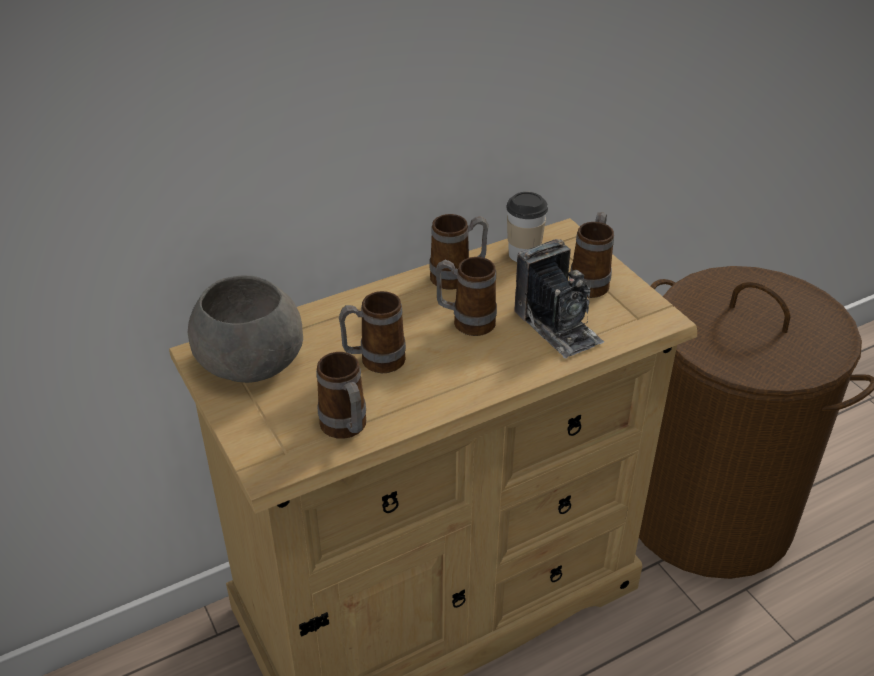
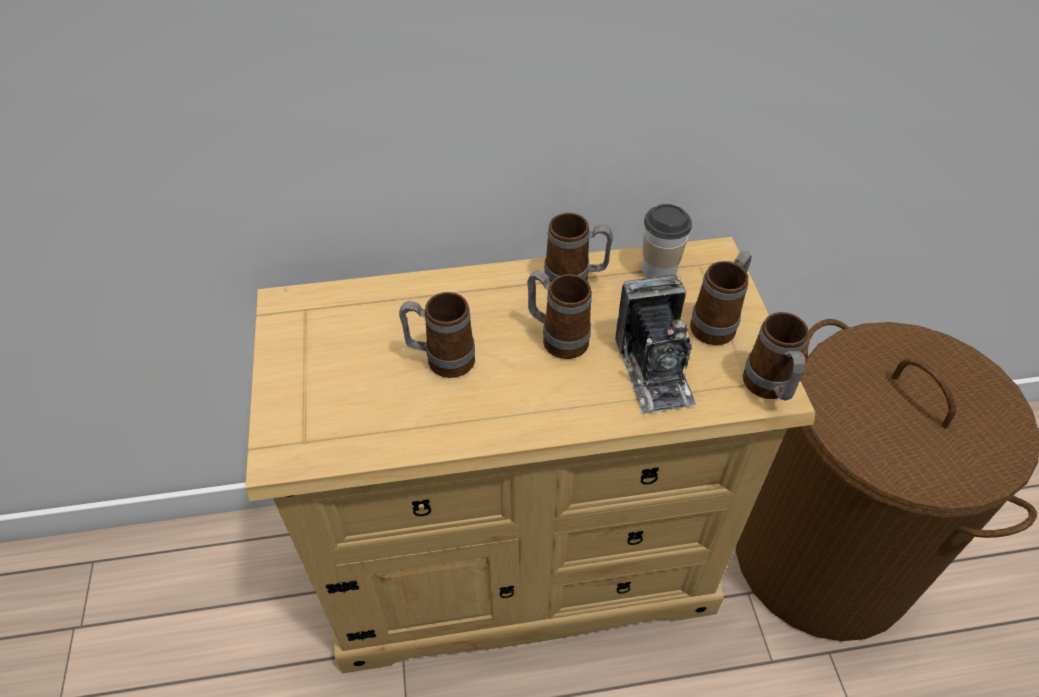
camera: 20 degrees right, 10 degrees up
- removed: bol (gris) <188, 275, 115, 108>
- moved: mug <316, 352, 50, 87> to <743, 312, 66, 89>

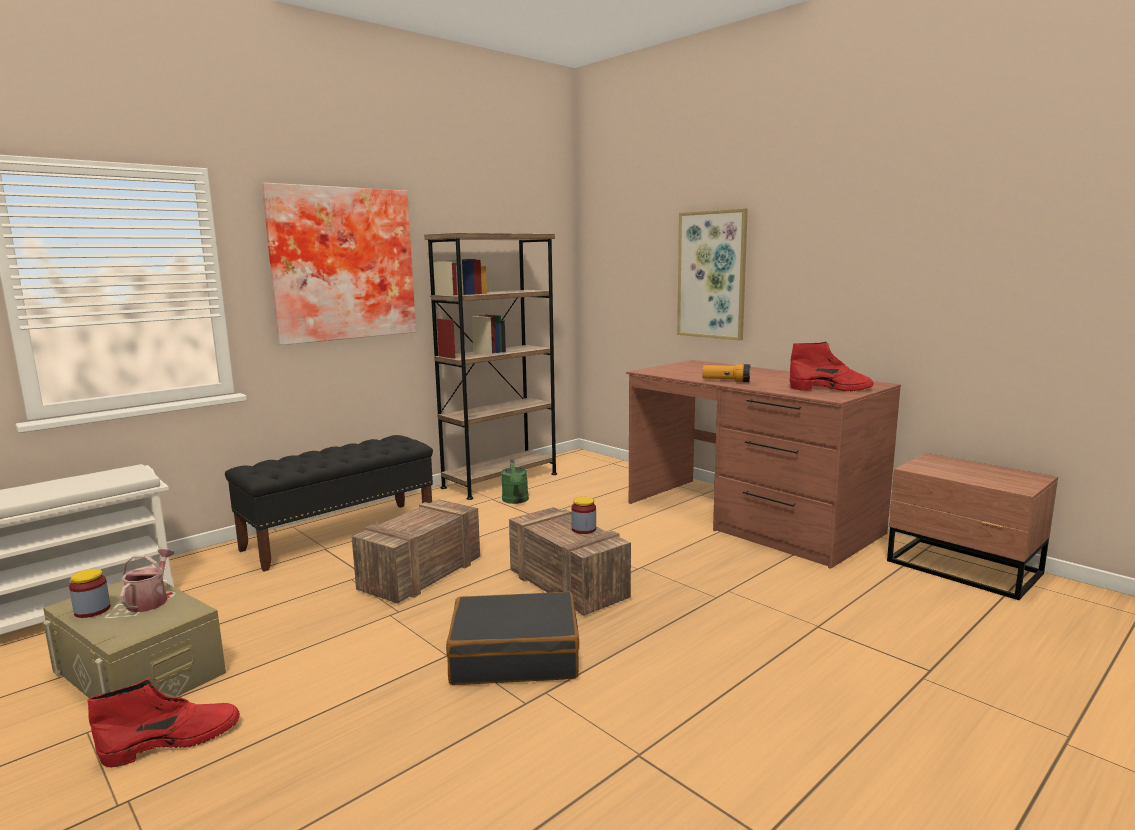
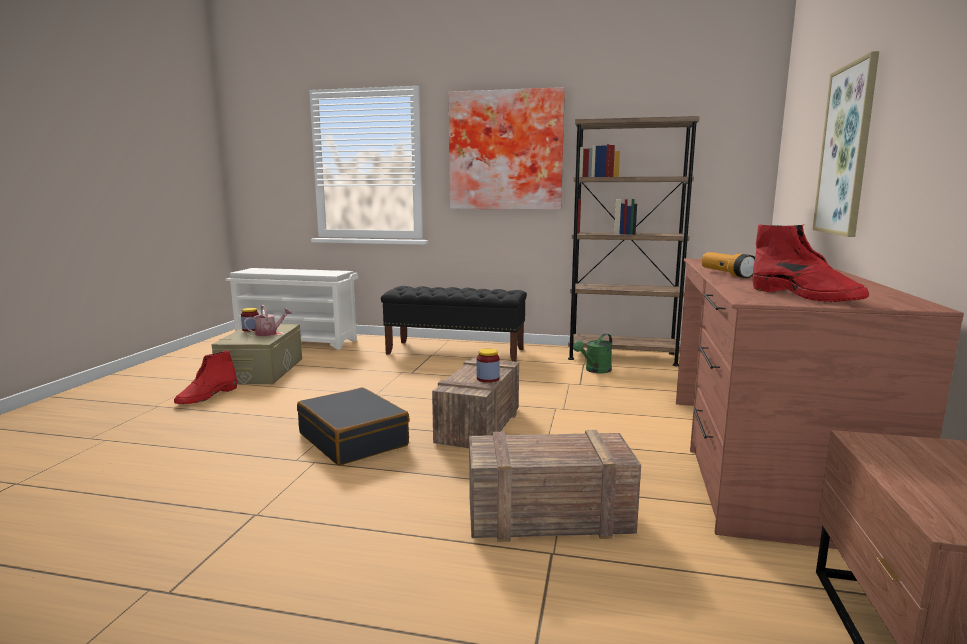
camera: 55 degrees right, 0 degrees up
- moved: caisse <352, 499, 128, 105> to <469, 430, 172, 112>
- turned: botte (rouge) <87, 678, 153, 89> = <174, 350, 63, 54> 90 degrees clockwise

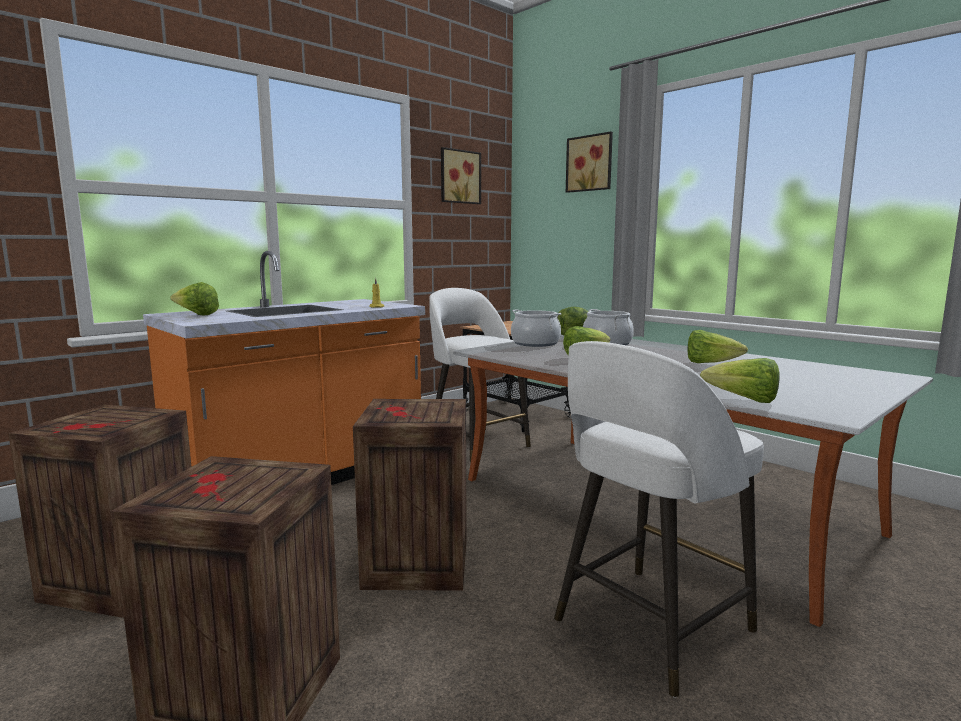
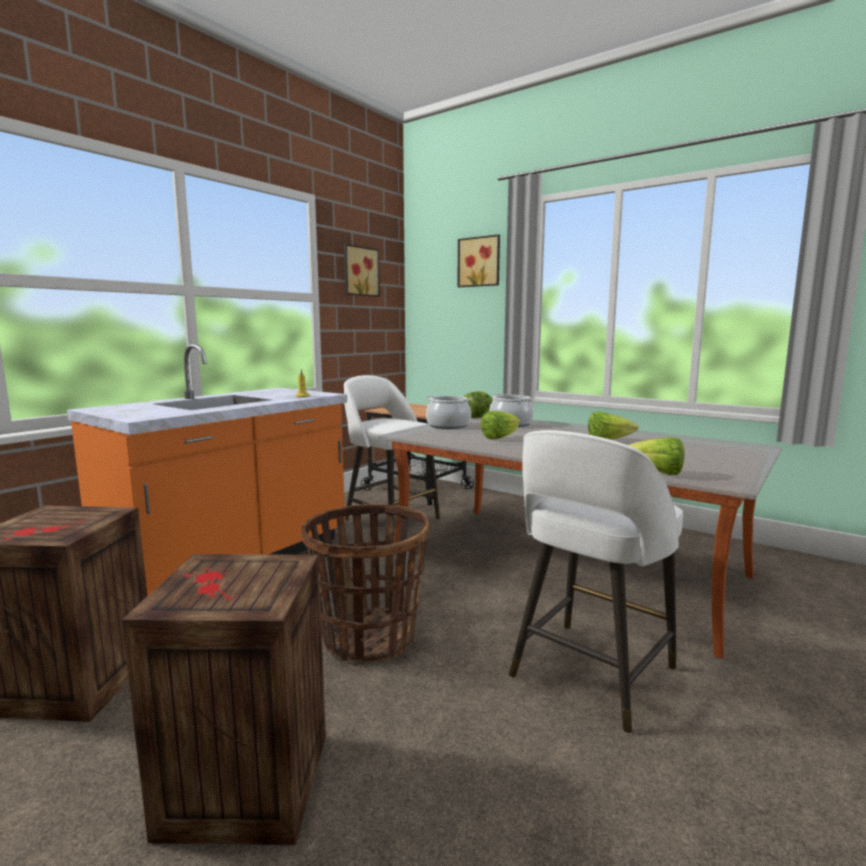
camera: 10 degrees left, 0 degrees up
- removed: laitue <170, 282, 49, 34>
- replaced: caisse <353, 399, 114, 192> to panier <302, 504, 127, 159>

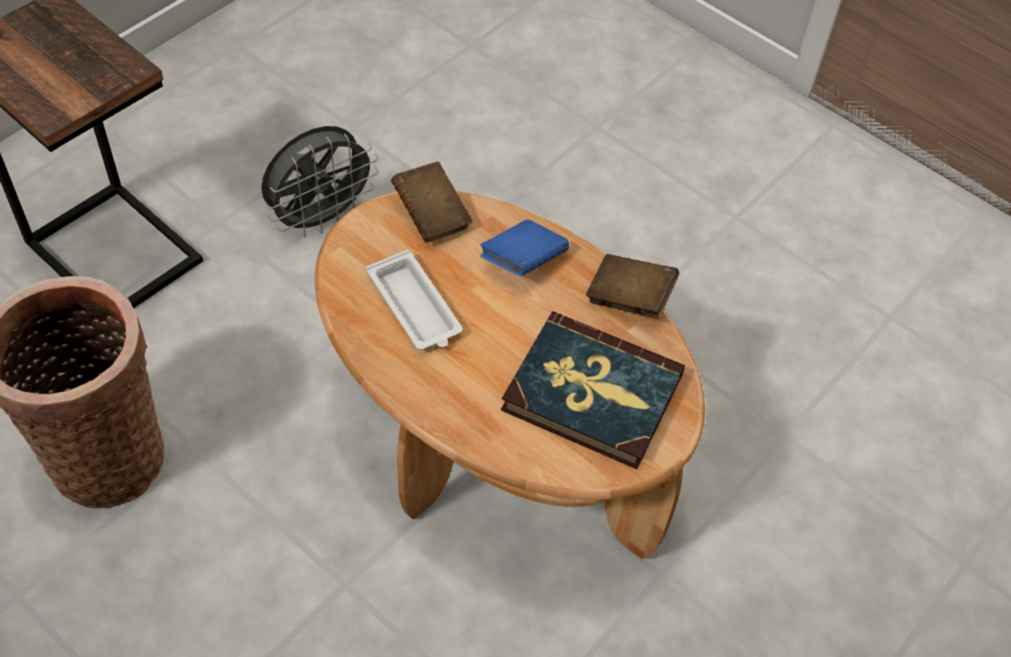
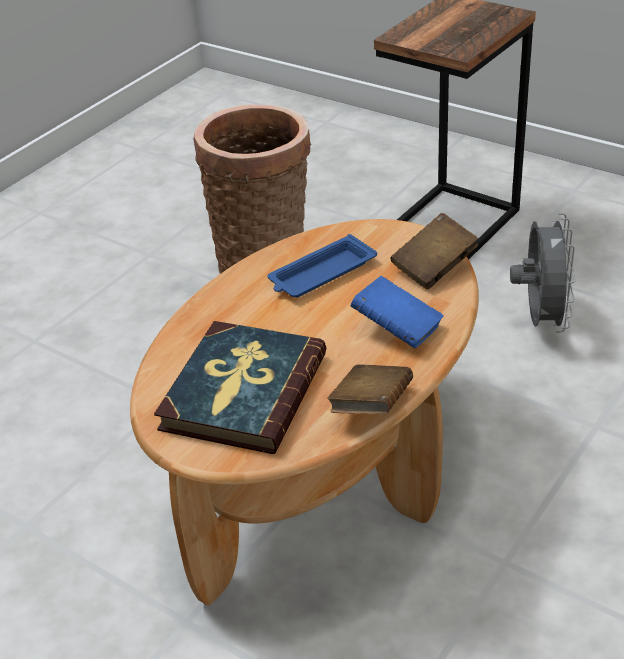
camera: 90 degrees right, 15 degrees down
- recoloured: plateau (blanc) <366, 250, 97, 100> to plateau (bleu) <267, 234, 110, 63>
- turned: ventilateur (gris) <261, 126, 118, 111> = <510, 213, 66, 120> 135 degrees counterclockwise

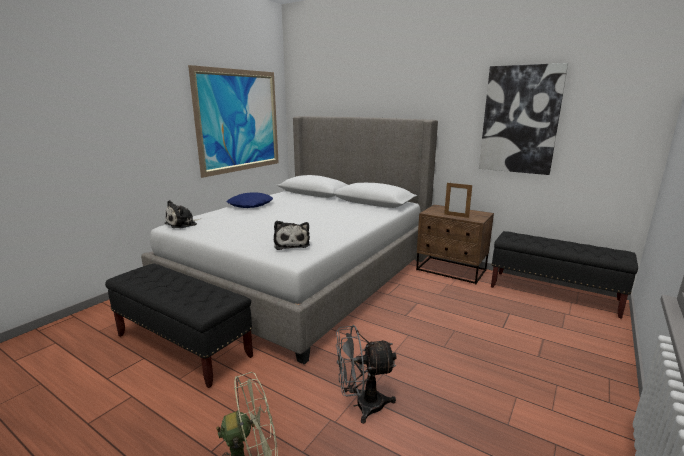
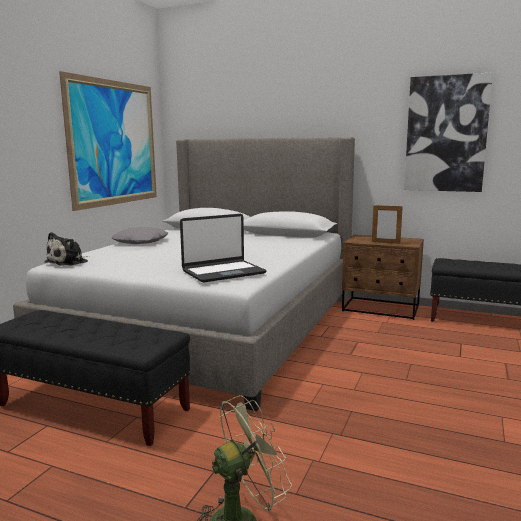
camera: 10 degrees left, 5 degrees down
- removed: ventilateur (gris) <336, 325, 61, 99>
- replaced: peluche <274, 221, 36, 29> to ordinateur portable <180, 214, 86, 69>
- recoloured: coussin (bleu) <227, 192, 46, 16> to coussin (gris) <111, 227, 57, 17>

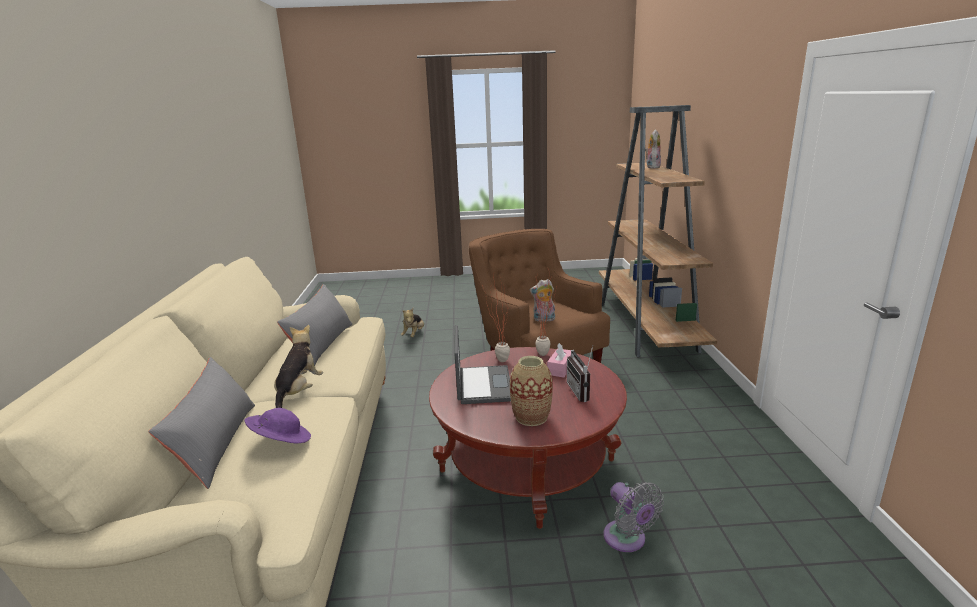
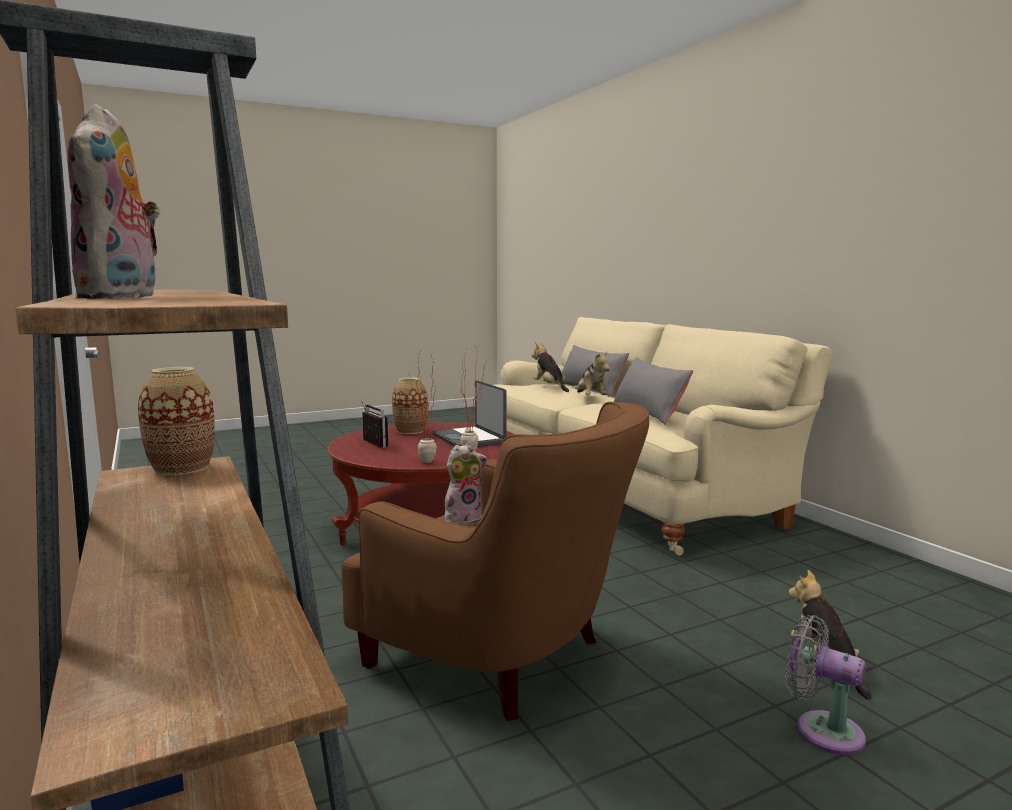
camera: 155 degrees right, 10 degrees down
- removed: boîte à mouchoirs (rose) <547, 343, 24, 35>
- added: vase <138, 367, 77, 108>
- moved: ventilateur (gris) <603, 482, 61, 70> to <785, 615, 81, 140>
- replaced: chapeau (violet) <245, 408, 66, 35> to peluche <531, 342, 38, 50>

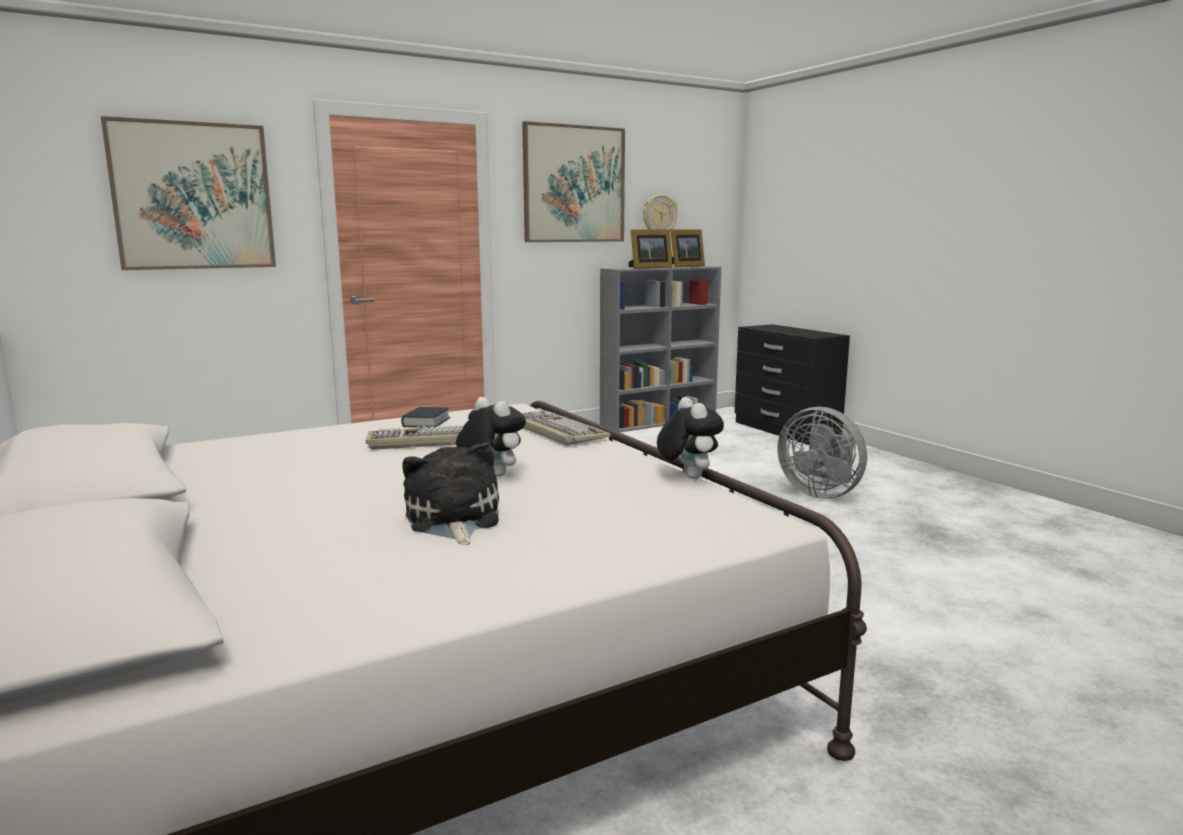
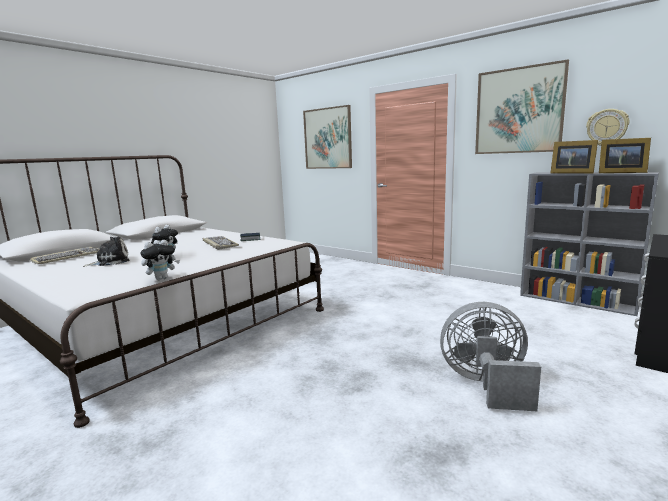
camera: 70 degrees right, 0 degrees up
- moved: clavier <522, 411, 89, 35> to <30, 247, 69, 17>
- turned: ventilateur (gris) <777, 407, 90, 92> = <440, 302, 101, 109> 75 degrees clockwise

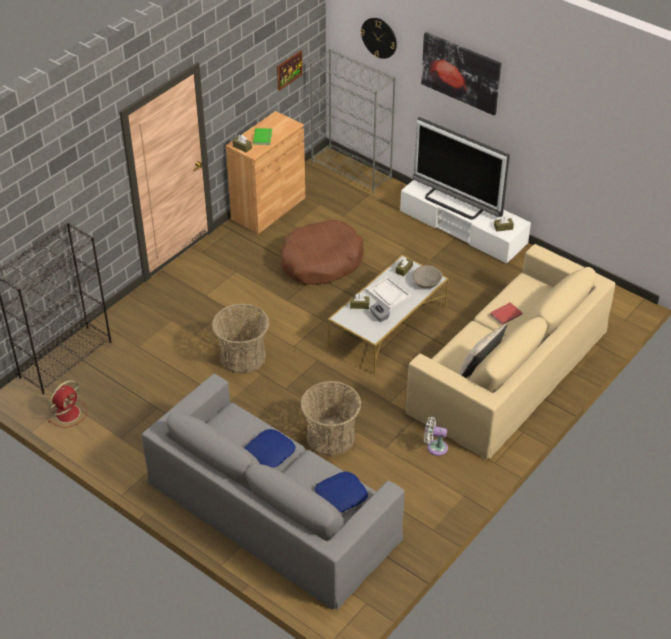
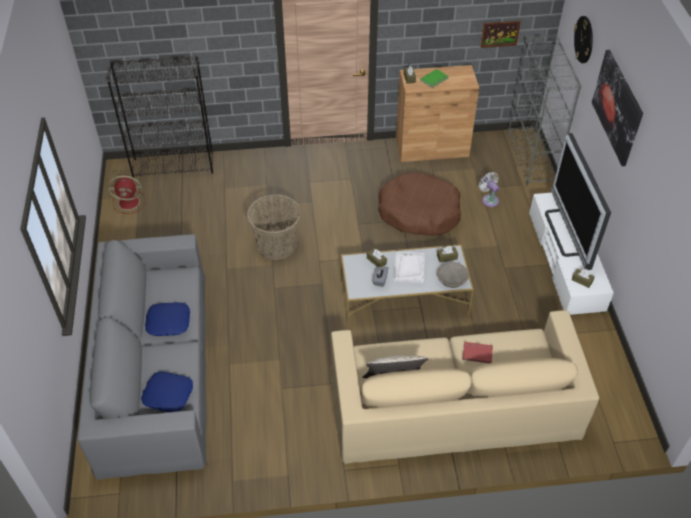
camera: 45 degrees right, 5 degrees up
- removed: panier <300, 381, 62, 75>
- moved: ventilateur (blanc) <424, 417, 24, 39> to <478, 172, 22, 35>

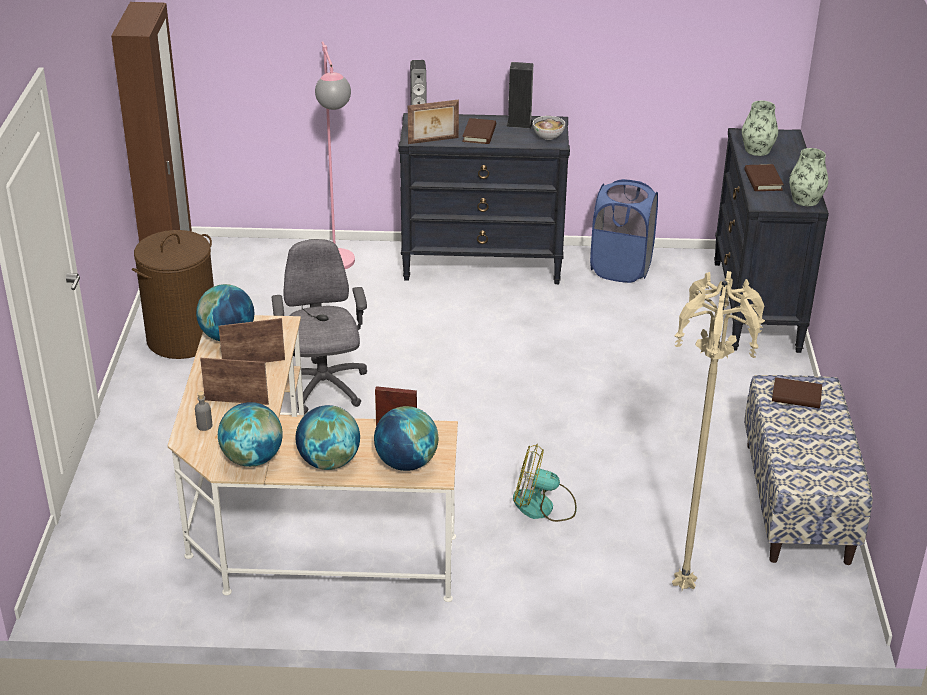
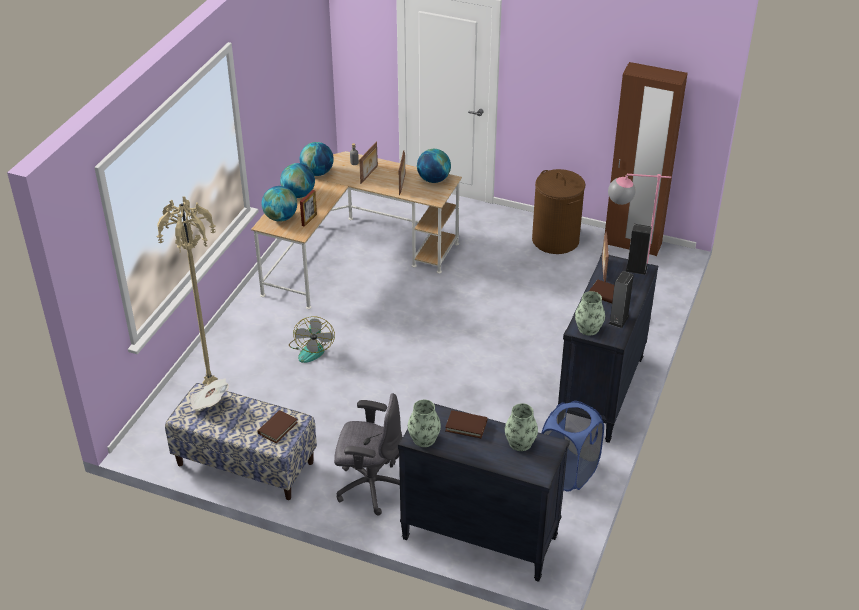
camera: 110 degrees right, 5 degrees up
- added: journal <190, 378, 39, 33>
- moved: chaise de bureau (gris) <272, 239, 95, 175> to <334, 393, 68, 122>
- replaced: bol <533, 116, 32, 24> to vase <575, 291, 30, 45>
- turned: ventilateur <513, 444, 64, 78> = <289, 316, 46, 47> 150 degrees clockwise

